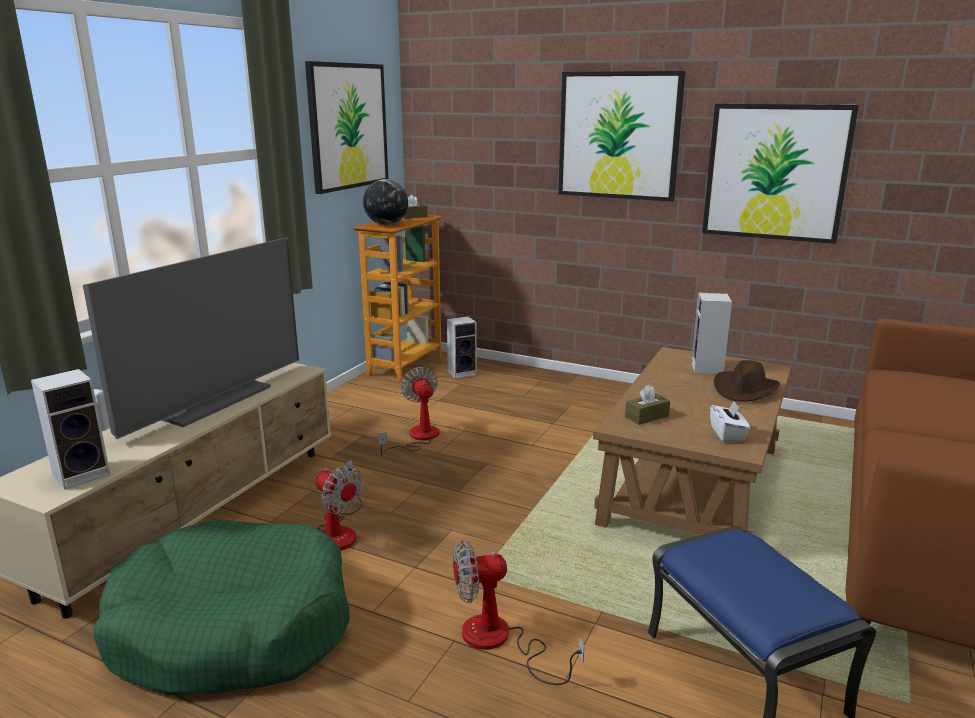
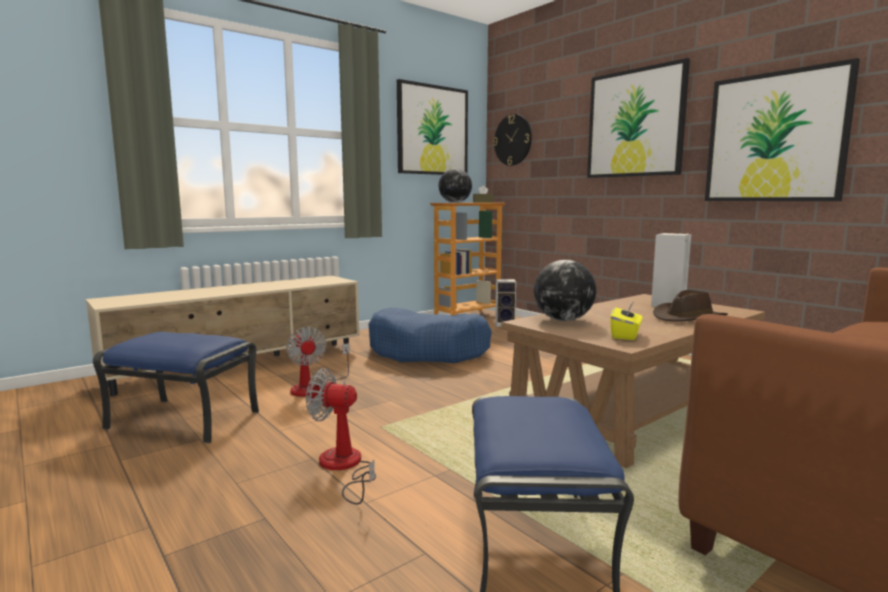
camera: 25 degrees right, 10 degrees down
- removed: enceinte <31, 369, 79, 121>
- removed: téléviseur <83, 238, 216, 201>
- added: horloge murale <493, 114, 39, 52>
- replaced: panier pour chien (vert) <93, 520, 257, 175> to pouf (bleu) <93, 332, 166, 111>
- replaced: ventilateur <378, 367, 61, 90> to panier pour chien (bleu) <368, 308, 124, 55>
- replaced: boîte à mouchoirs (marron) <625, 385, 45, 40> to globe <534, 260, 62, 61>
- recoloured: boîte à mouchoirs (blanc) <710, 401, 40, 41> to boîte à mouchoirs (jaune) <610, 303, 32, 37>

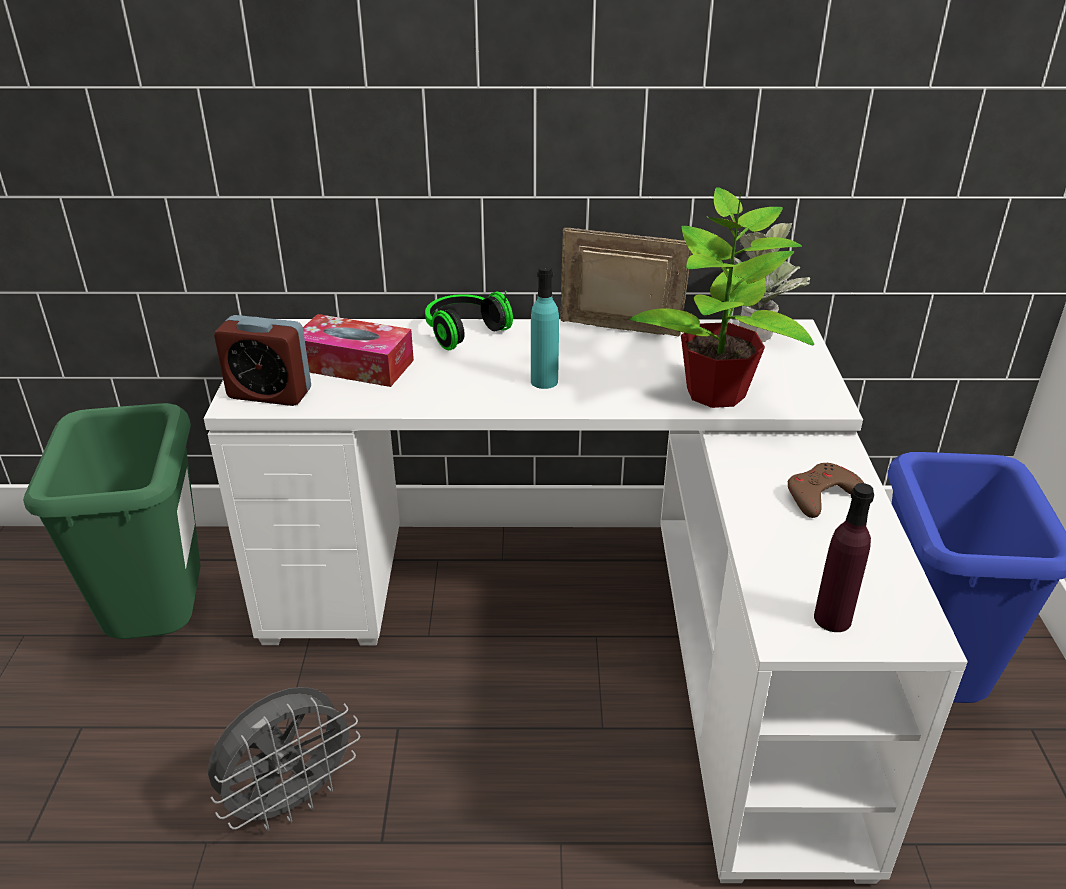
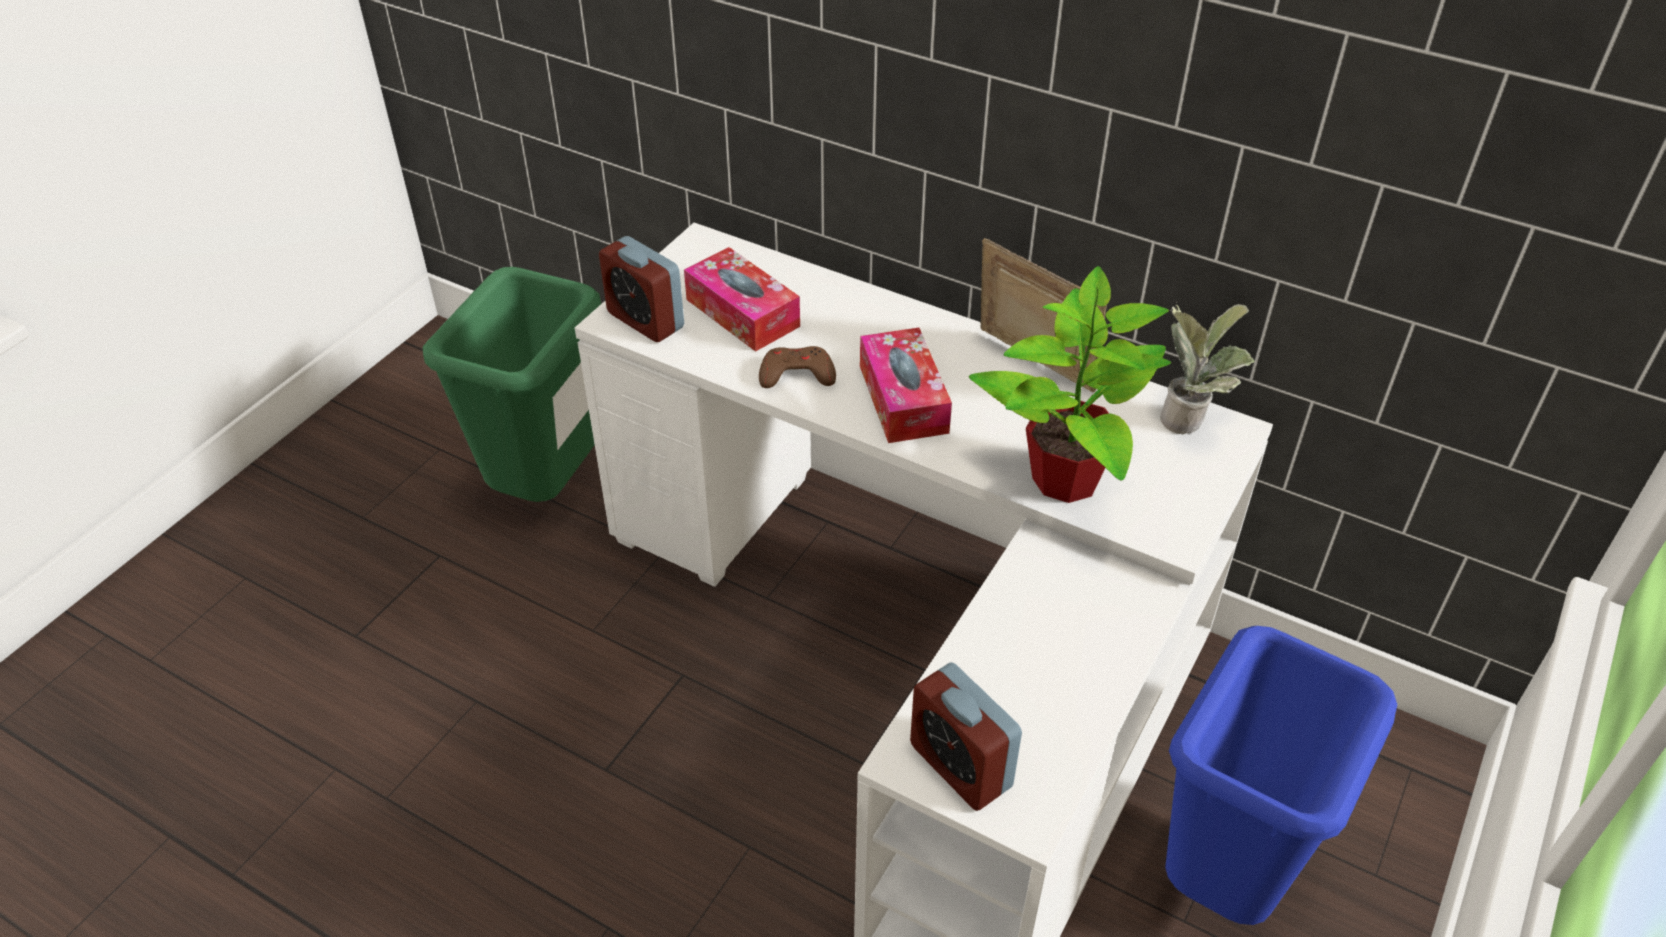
camera: 30 degrees right, 10 degrees up
- removed: ventilateur (gris) <208, 687, 152, 144>
- removed: casque audio <425, 290, 88, 61>
- moved: manette (marron) <788, 463, 76, 55> to <759, 346, 77, 42>
- replaced: bouteille (turquoise) <531, 265, 28, 124> to boîte à mouchoirs <860, 328, 92, 115>
- replaced: bouteille (violet) <814, 483, 60, 149> to réveil <910, 662, 112, 149>

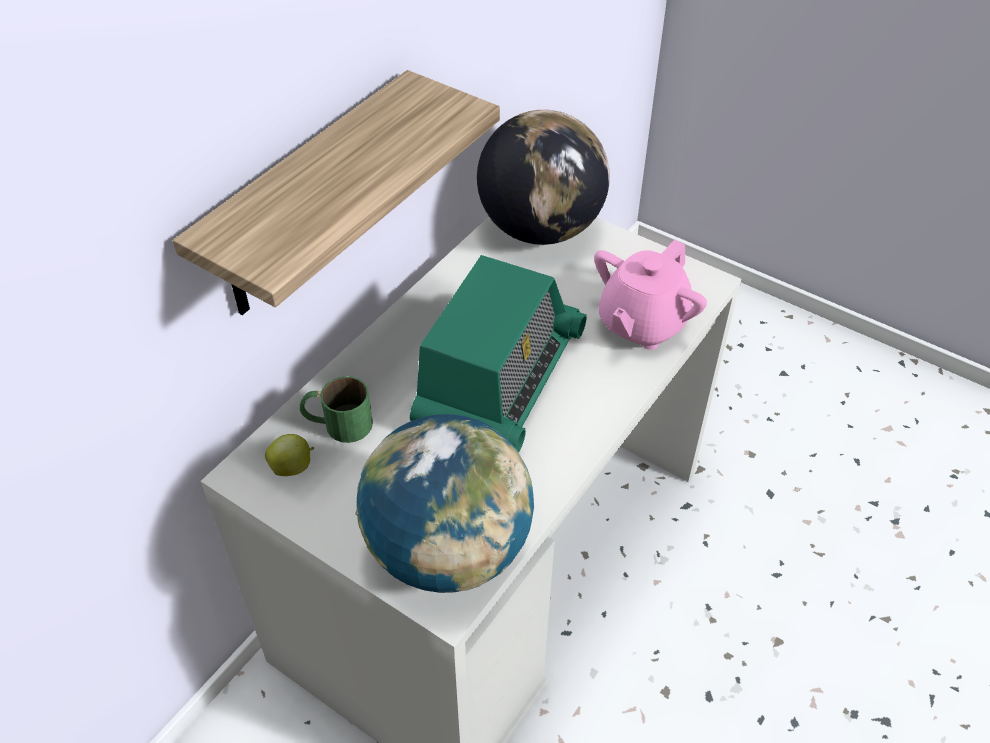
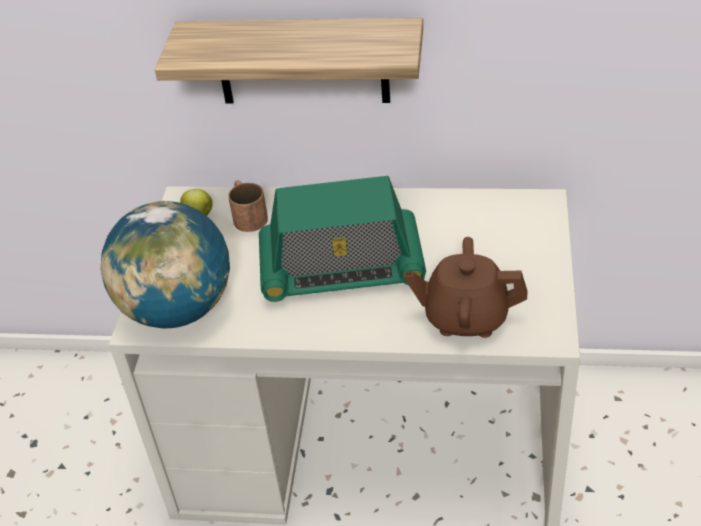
camera: 65 degrees right, 5 degrees down
- removed: globe <477, 110, 133, 135>
- recoloured: mug (vert) <300, 376, 73, 67> to mug (marron) <228, 180, 40, 52>
- recoloured: théière (rose) <594, 240, 113, 110> to théière (marron) <404, 237, 124, 101>

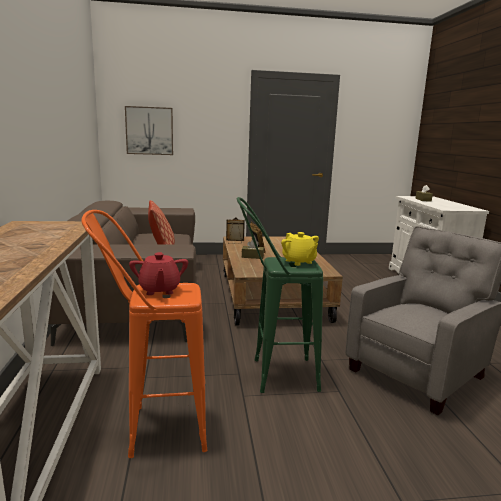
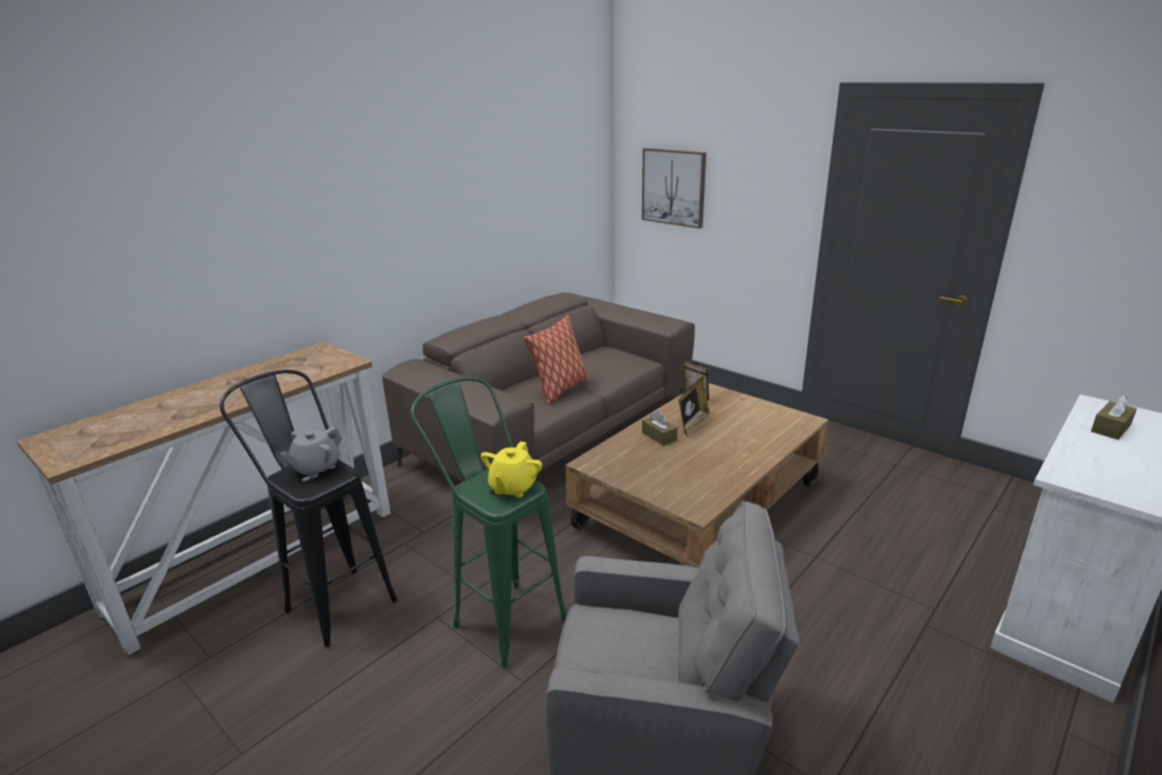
camera: 50 degrees right, 10 degrees up
- recoloured: tabouret (orange) <81, 210, 126, 248> to tabouret (noir) <220, 370, 177, 277>
- recoloured: théière (rouge) <129, 252, 59, 43> to théière (gris) <280, 426, 62, 52>

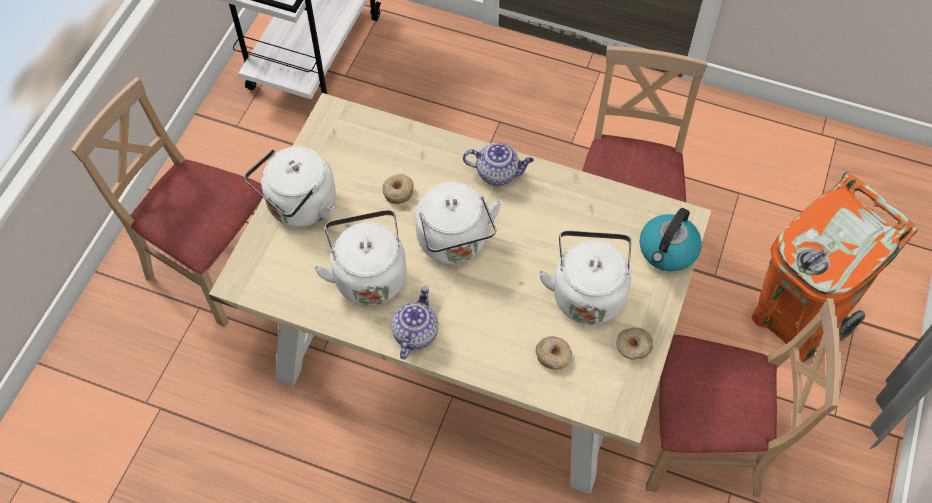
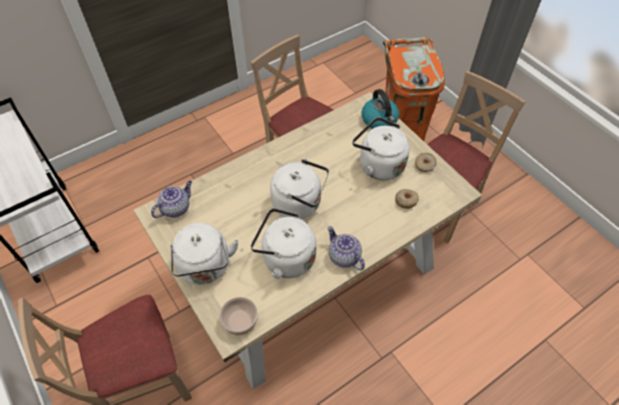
camera: 55 degrees left, 5 degrees down
- removed: beignet <382, 174, 32, 30>
- added: bol <220, 297, 38, 38>
- moved: théière <463, 143, 71, 43> to <151, 181, 41, 37>

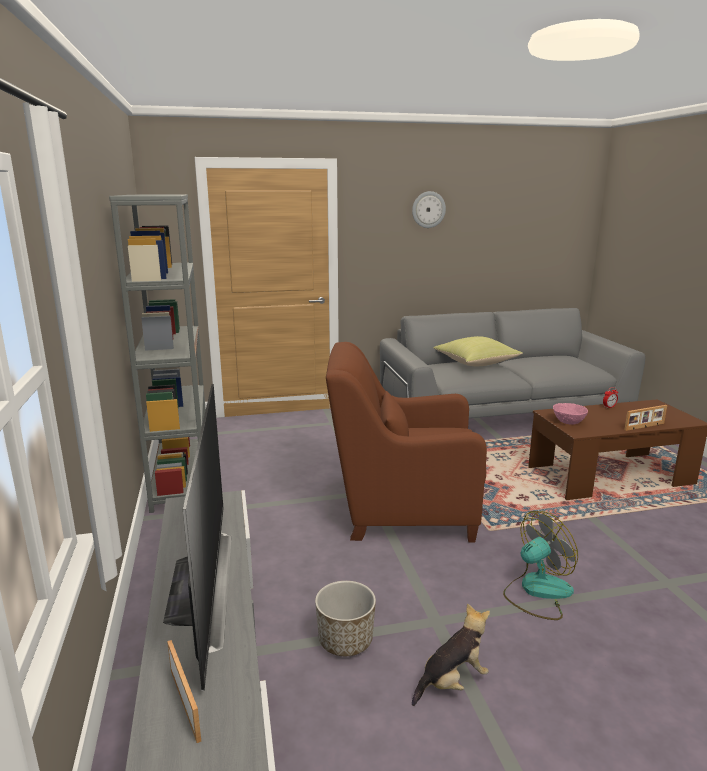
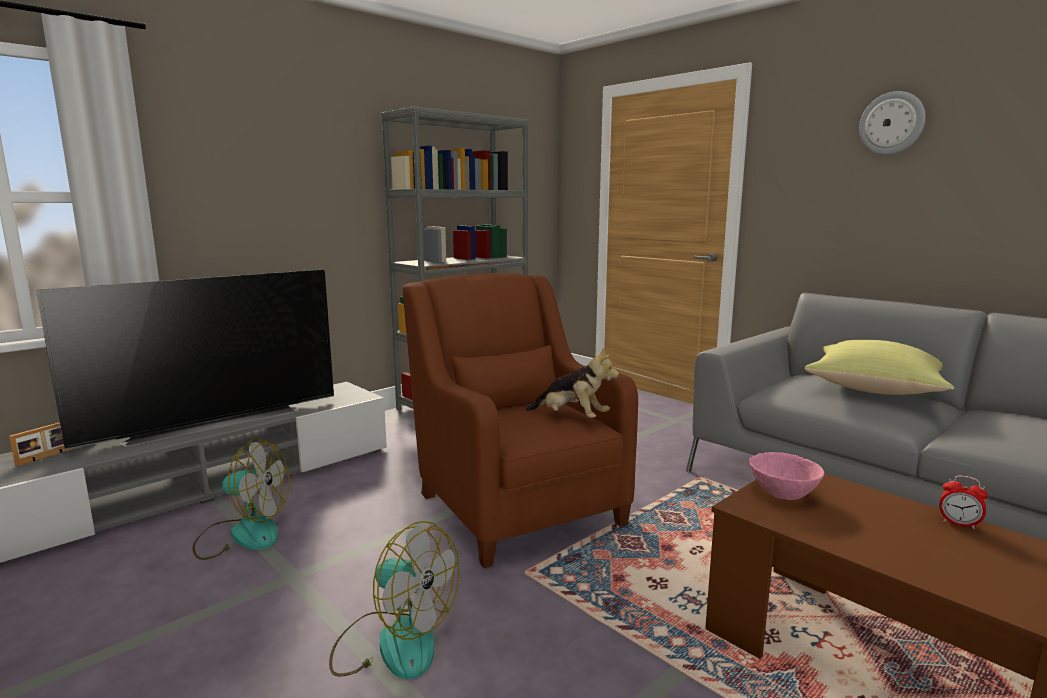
camera: 60 degrees right, 5 degrees down
- removed: cadre photo <624, 405, 43, 26>
- moved: peluche <412, 603, 78, 103> to <526, 348, 93, 70>
- replaced: cache-pot <315, 581, 61, 75> to ventilateur <193, 439, 96, 121>

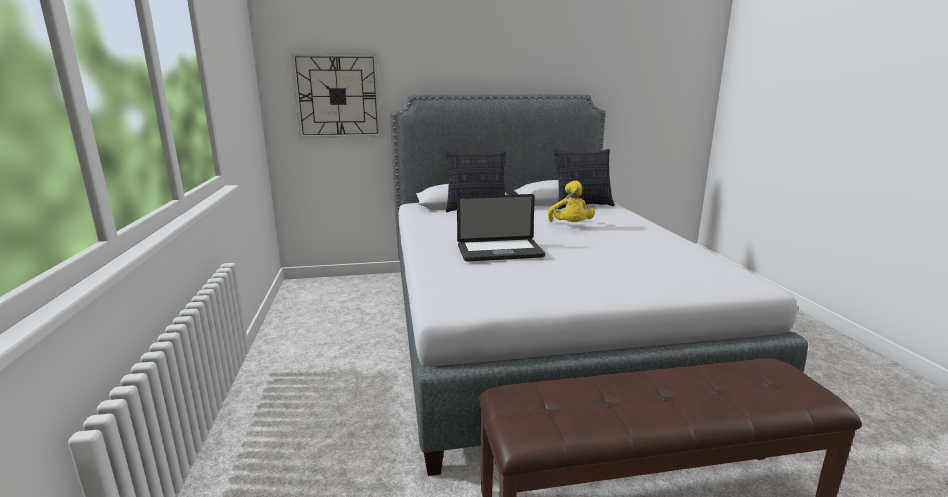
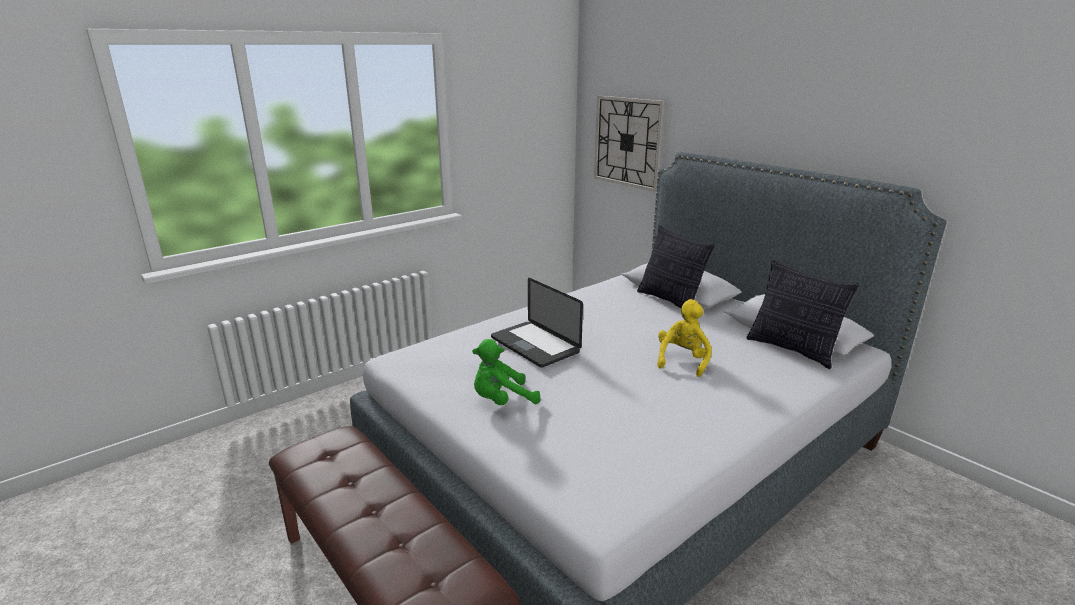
camera: 60 degrees right, 5 degrees up
- added: peluche (vert) <472, 339, 69, 66>
- turned: peluche (jaune) <548, 181, 47, 41> = <657, 299, 55, 78> 150 degrees clockwise

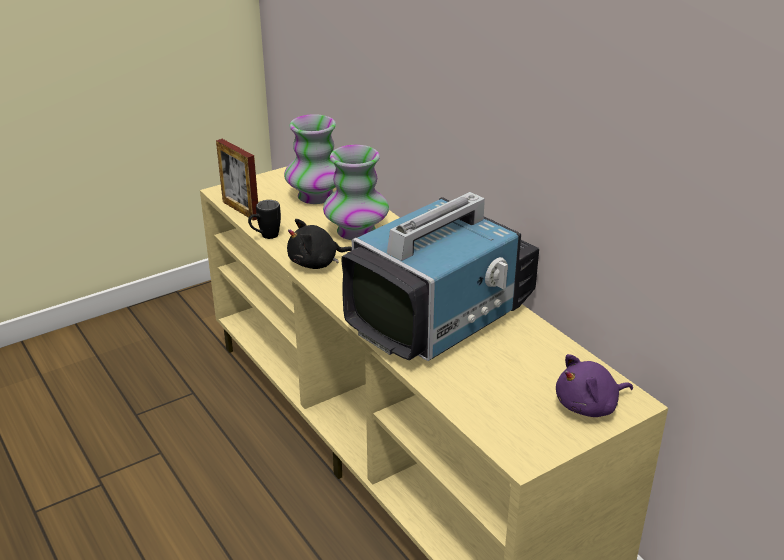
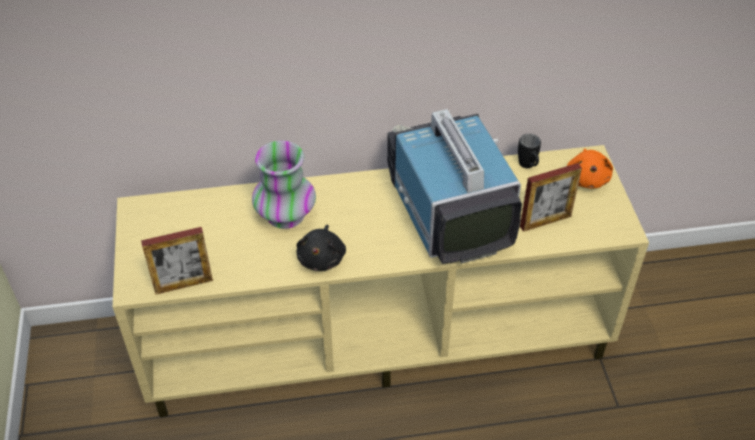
camera: 65 degrees left, 15 degrees up
- removed: vase <284, 114, 52, 90>
- added: cadre photo <520, 163, 62, 69>
- moved: mug (noir) <248, 200, 33, 39> to <518, 134, 23, 34>
- recoloured: peluche (violet) <556, 354, 77, 63> to peluche (orange) <567, 149, 46, 40>

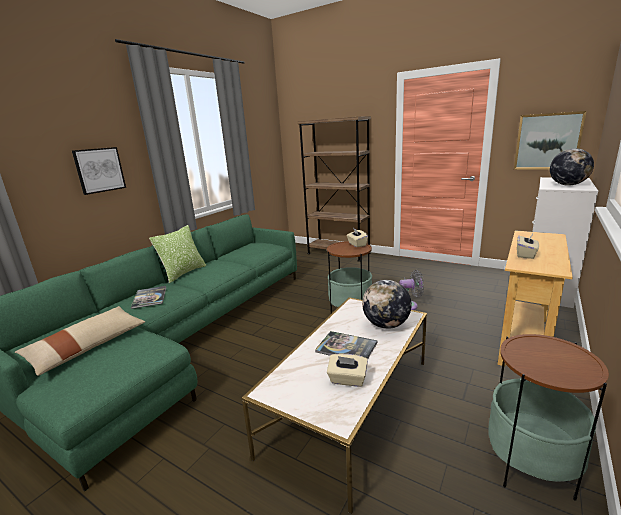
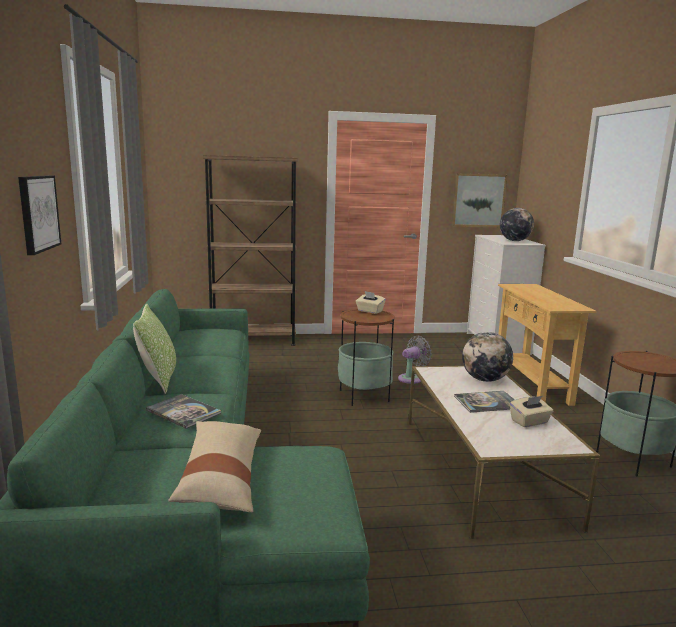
camera: 40 degrees left, 5 degrees down
- removed: boîte à mouchoirs (beige) <517, 234, 22, 25>

